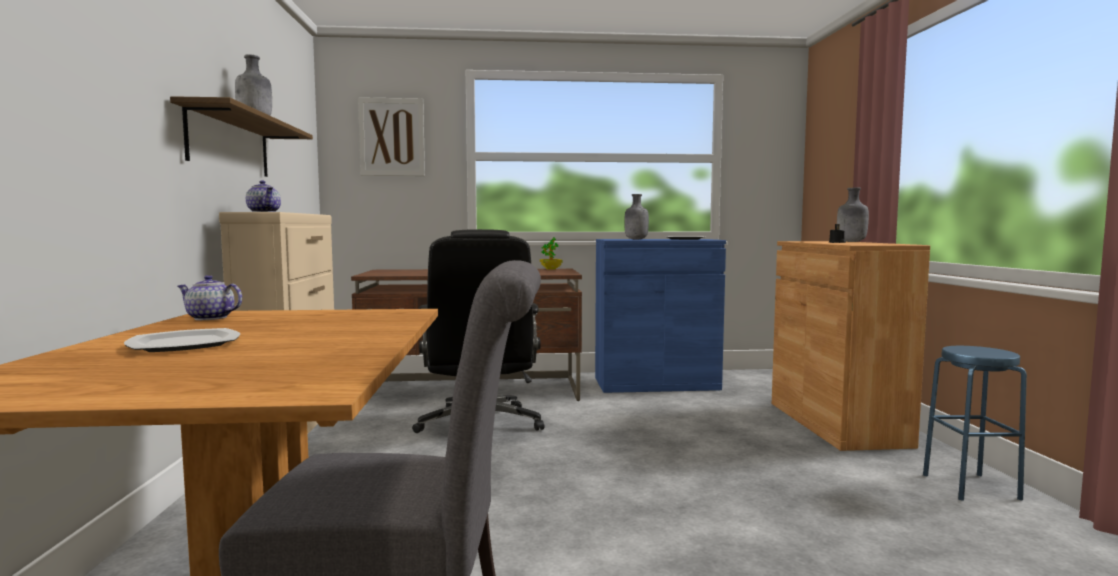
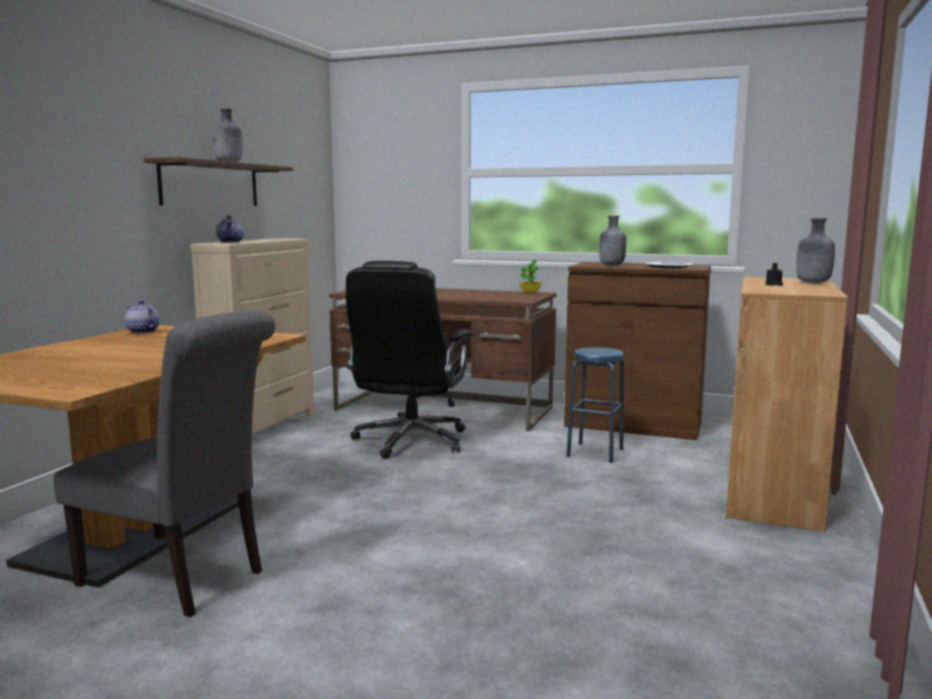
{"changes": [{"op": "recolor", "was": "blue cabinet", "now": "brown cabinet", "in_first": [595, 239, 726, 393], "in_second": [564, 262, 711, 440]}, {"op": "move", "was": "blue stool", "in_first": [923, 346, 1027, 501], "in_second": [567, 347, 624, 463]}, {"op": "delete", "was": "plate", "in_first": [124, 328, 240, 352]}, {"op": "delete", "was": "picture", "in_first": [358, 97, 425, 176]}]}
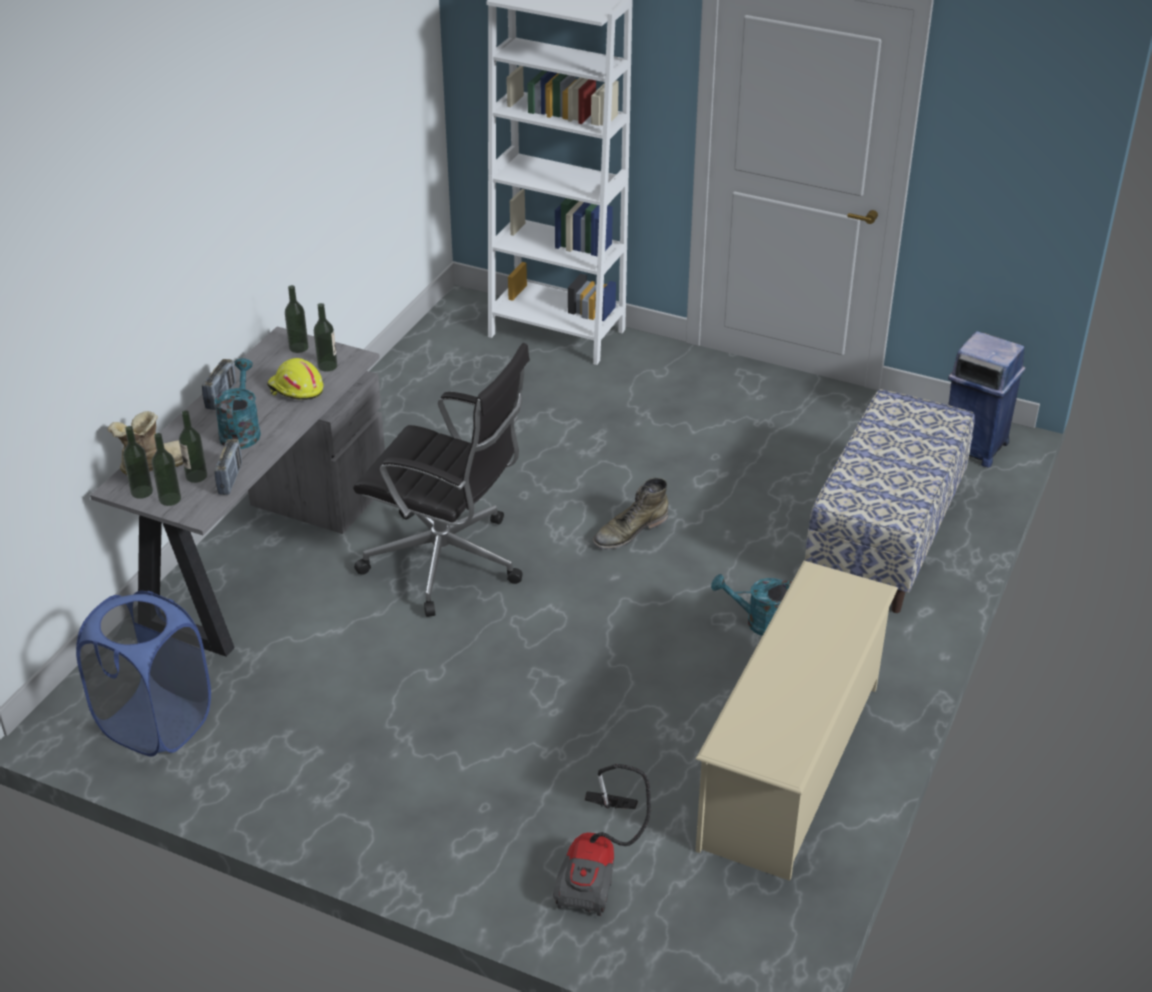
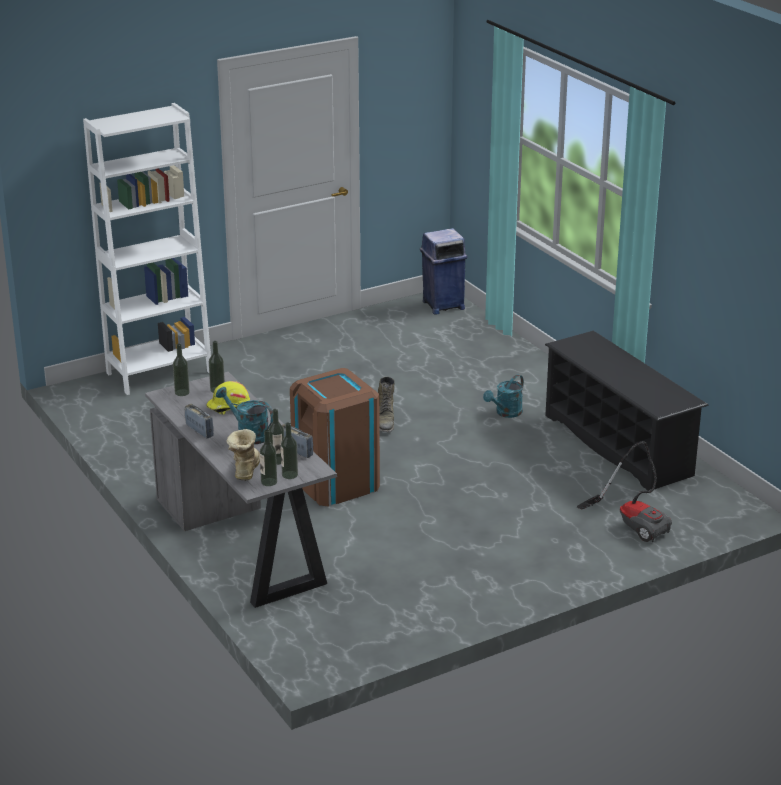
{"changes": [{"op": "replace", "was": "black office chair", "now": "brown trash can", "in_first": [353, 343, 530, 617], "in_second": [290, 368, 380, 507]}, {"op": "recolor", "was": "beige shoe rack", "now": "black shoe rack", "in_first": [695, 561, 898, 881], "in_second": [545, 331, 709, 492]}, {"op": "delete", "was": "blue laundry basket", "in_first": [76, 591, 211, 757]}, {"op": "delete", "was": "bench", "in_first": [805, 389, 975, 613]}]}
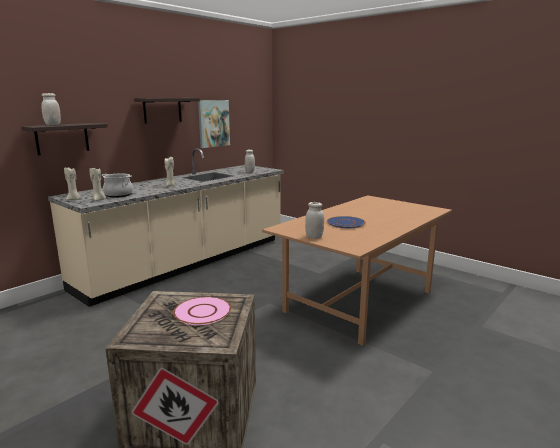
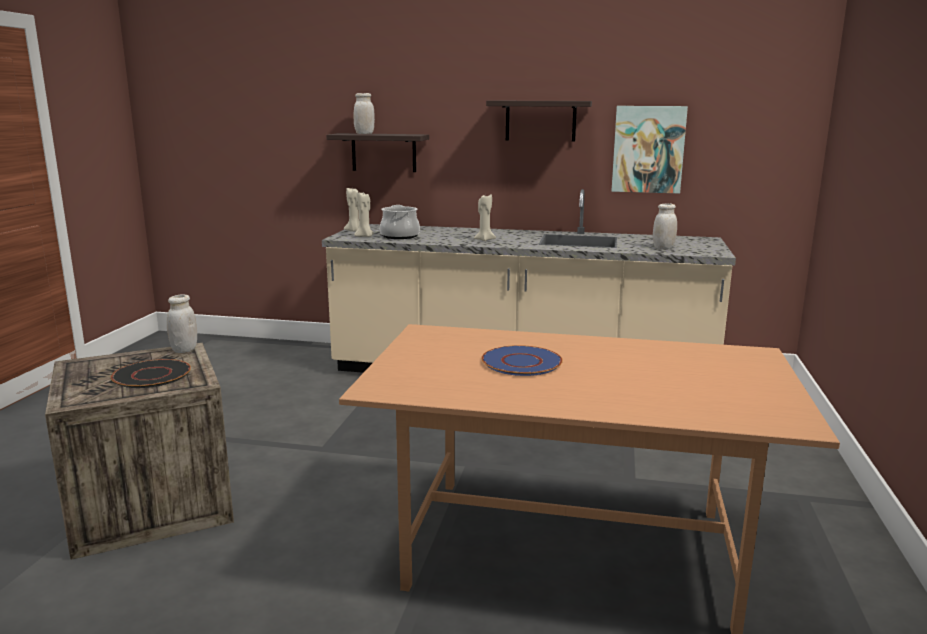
{"changes": [{"op": "recolor", "was": "pink plate", "now": "black plate", "in_first": [173, 297, 231, 325], "in_second": [111, 359, 191, 388]}, {"op": "move", "was": "white jar", "in_first": [305, 202, 324, 239], "in_second": [167, 294, 197, 353]}]}
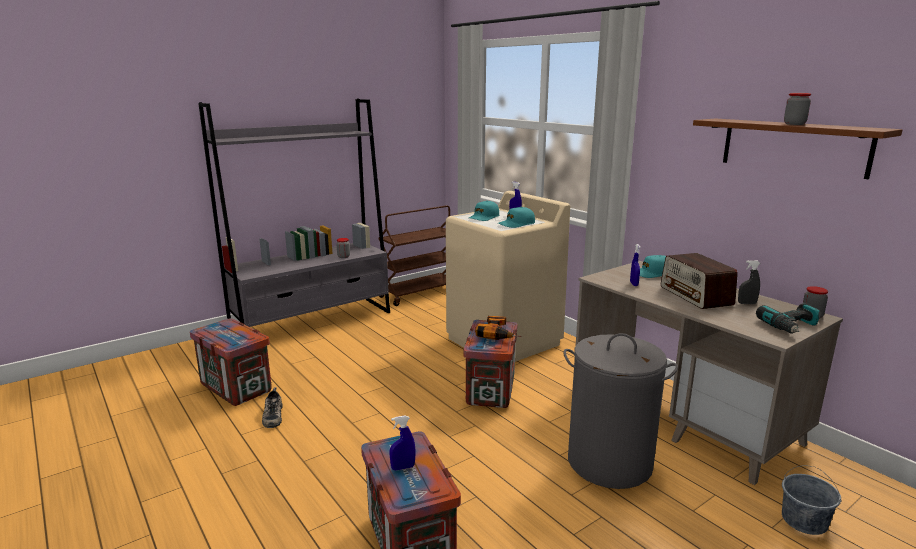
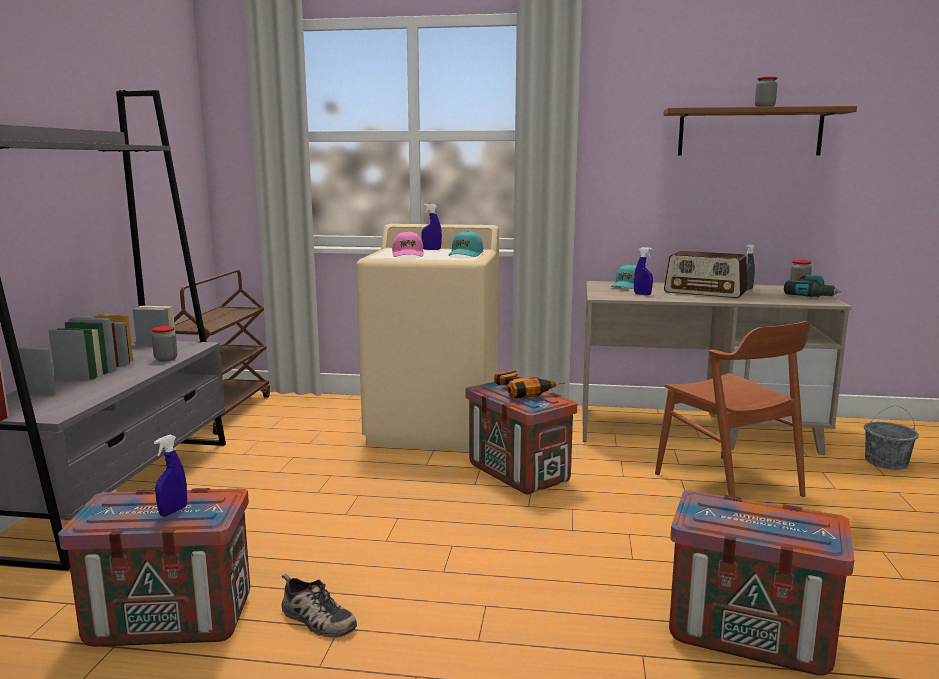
{"changes": [{"op": "move", "was": "blue spray bottle", "in_first": [389, 415, 416, 471], "in_second": [154, 435, 187, 517]}, {"op": "recolor", "was": "turquoise cap", "now": "pink cap", "in_first": [469, 201, 499, 221], "in_second": [392, 231, 424, 257]}, {"op": "replace", "was": "grey laundry basket", "now": "brown chair", "in_first": [563, 333, 678, 489], "in_second": [655, 321, 810, 497]}]}
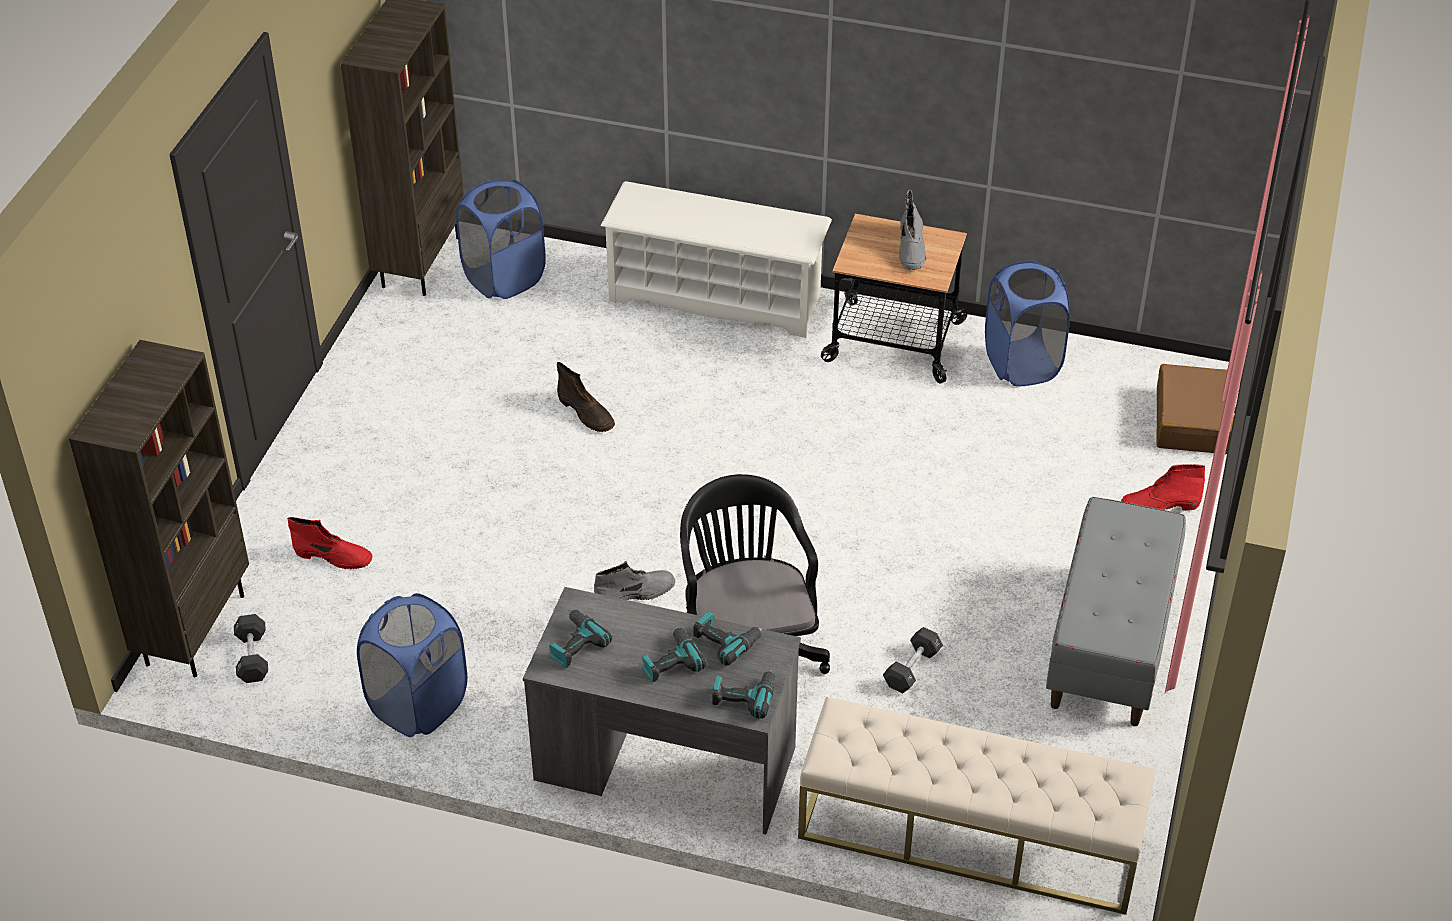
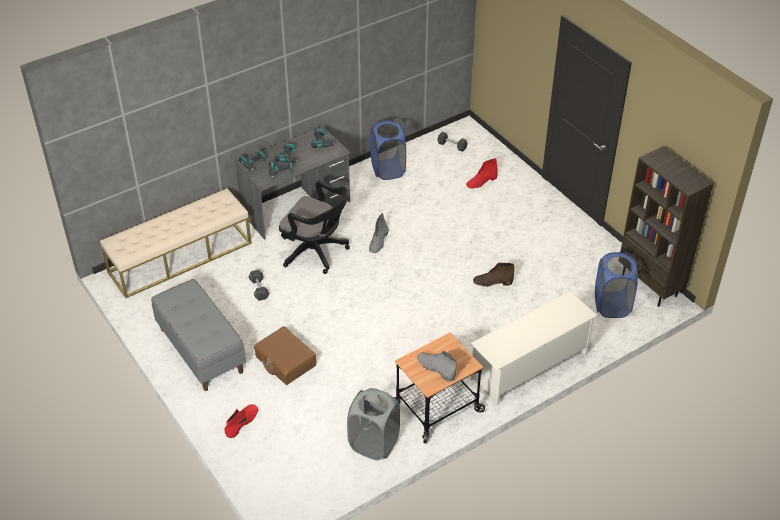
{"changes": [{"op": "move", "was": "brown suitcase", "in_first": [1156, 364, 1236, 455], "in_second": [254, 326, 316, 385]}, {"op": "recolor", "was": "blue laundry basket", "now": "grey laundry basket", "in_first": [985, 261, 1070, 387], "in_second": [347, 388, 400, 460]}, {"op": "delete", "was": "brown bookcase", "in_first": [69, 340, 249, 677]}]}
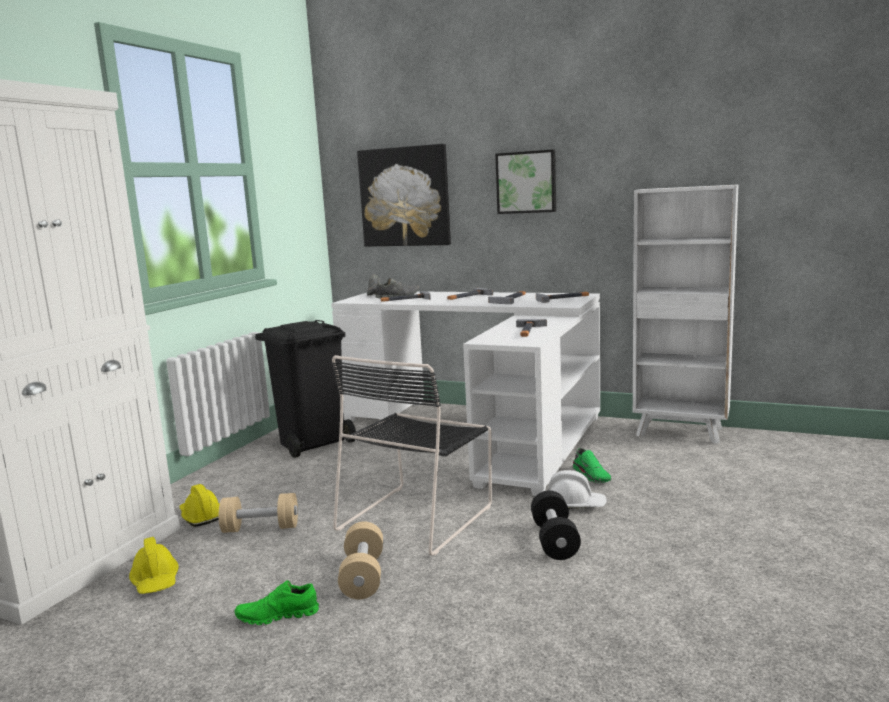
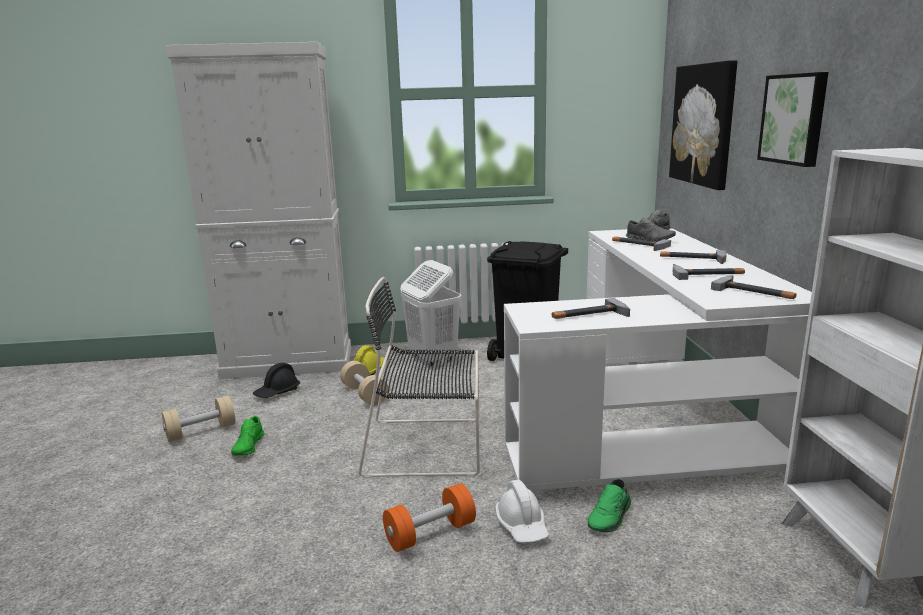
{"changes": [{"op": "move", "was": "beige dumbbell", "in_first": [338, 521, 383, 599], "in_second": [162, 396, 235, 442]}, {"op": "rotate", "was": "green shoe", "in_first": [234, 580, 319, 625], "in_second": [231, 416, 265, 455], "clockwise": -135}, {"op": "recolor", "was": "yellow hard hat", "now": "black hard hat", "in_first": [129, 537, 179, 594], "in_second": [253, 363, 300, 398]}, {"op": "recolor", "was": "black dumbbell", "now": "orange dumbbell", "in_first": [531, 491, 581, 560], "in_second": [383, 483, 476, 552]}, {"op": "insert", "now": "white laundry basket", "in_second": [400, 260, 461, 367]}]}
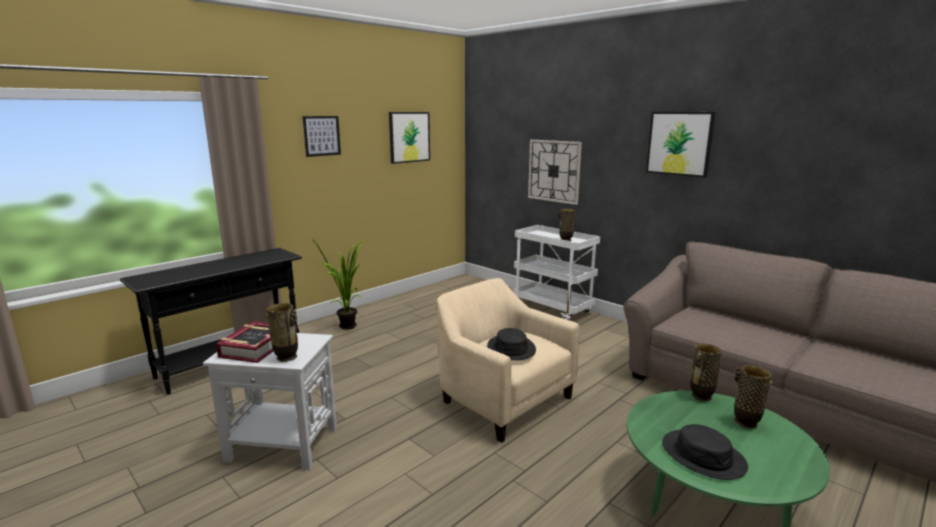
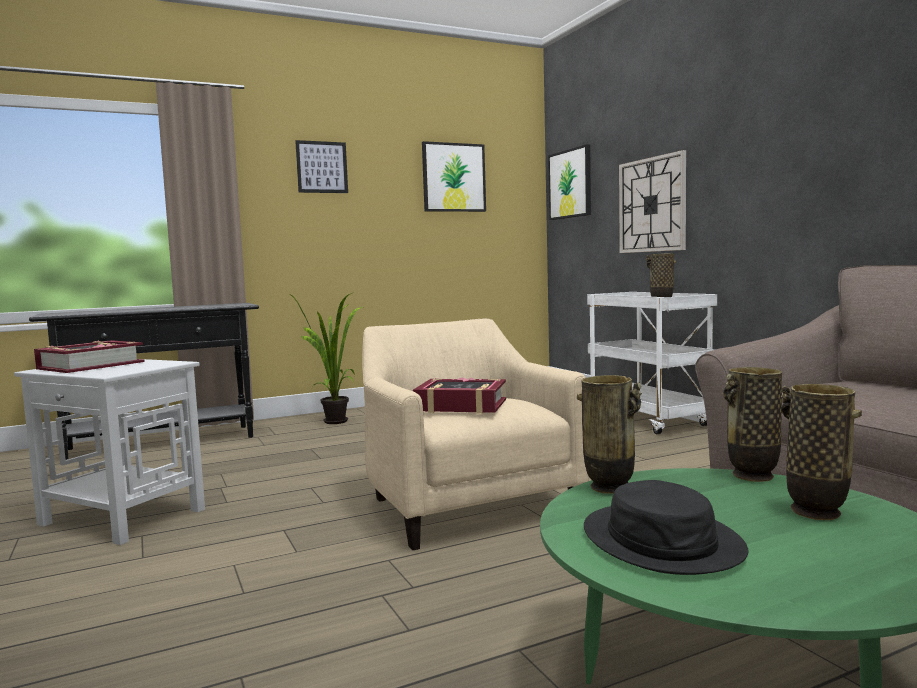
{"changes": [{"op": "replace", "was": "black hat", "now": "book", "in_first": [487, 328, 536, 360], "in_second": [413, 377, 506, 414]}, {"op": "move", "was": "picture", "in_first": [646, 112, 715, 178], "in_second": [548, 144, 591, 220]}, {"op": "move", "was": "vase", "in_first": [266, 303, 298, 362], "in_second": [577, 375, 642, 494]}]}
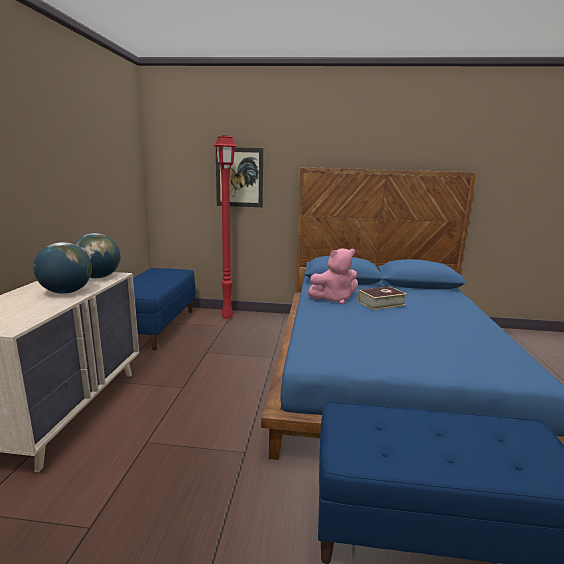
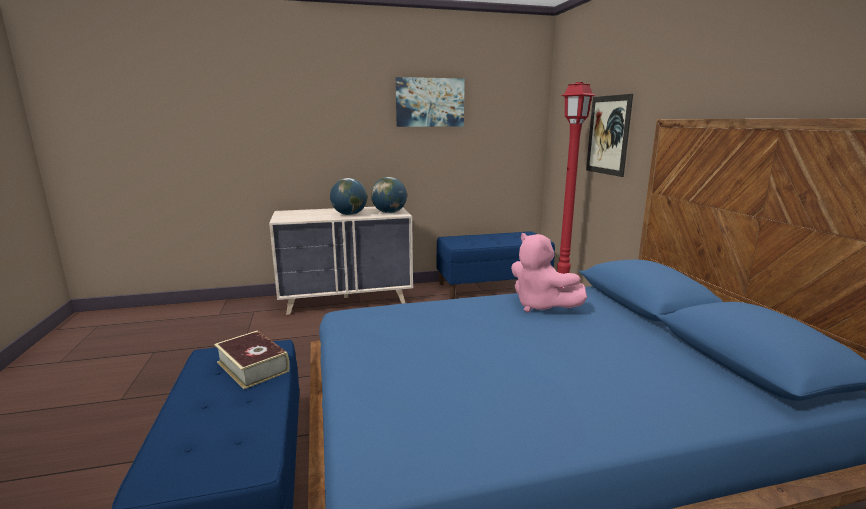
{"changes": [{"op": "move", "was": "book", "in_first": [358, 286, 407, 310], "in_second": [214, 330, 290, 389]}, {"op": "insert", "now": "picture", "in_second": [395, 77, 465, 127]}]}
